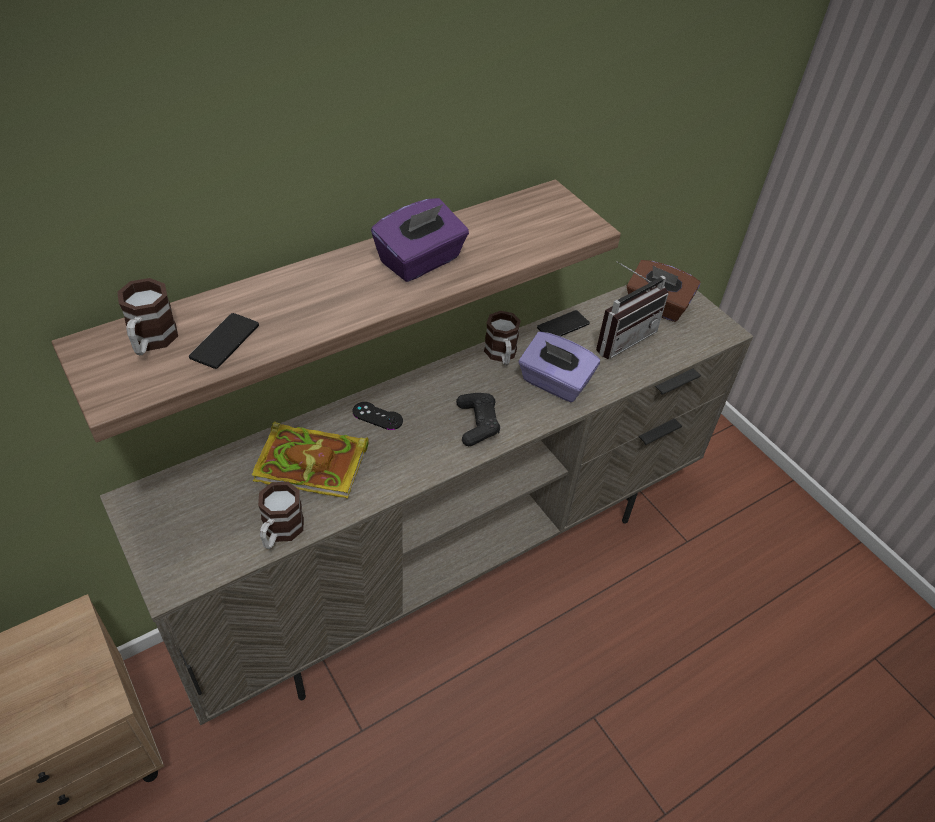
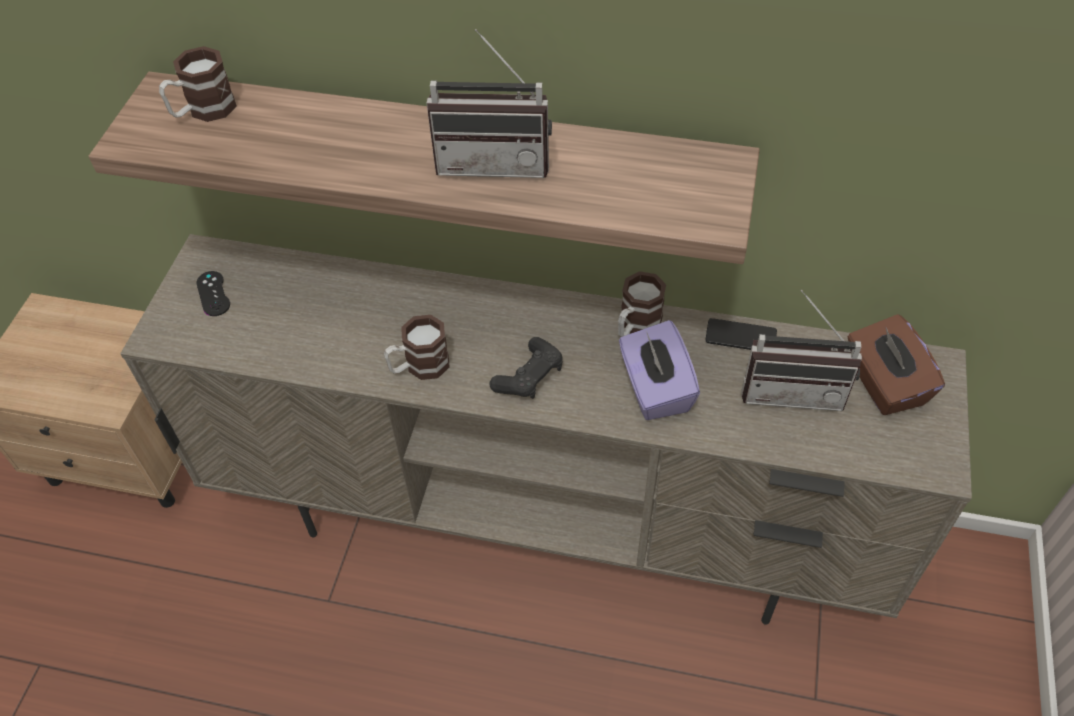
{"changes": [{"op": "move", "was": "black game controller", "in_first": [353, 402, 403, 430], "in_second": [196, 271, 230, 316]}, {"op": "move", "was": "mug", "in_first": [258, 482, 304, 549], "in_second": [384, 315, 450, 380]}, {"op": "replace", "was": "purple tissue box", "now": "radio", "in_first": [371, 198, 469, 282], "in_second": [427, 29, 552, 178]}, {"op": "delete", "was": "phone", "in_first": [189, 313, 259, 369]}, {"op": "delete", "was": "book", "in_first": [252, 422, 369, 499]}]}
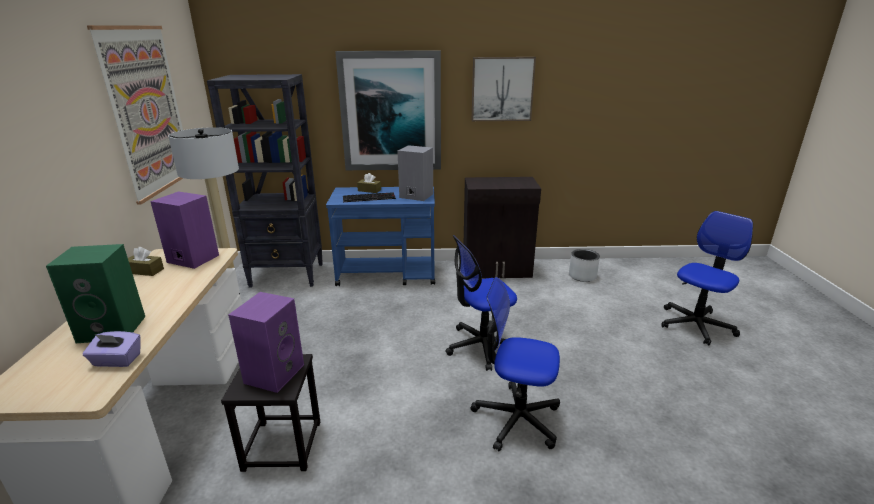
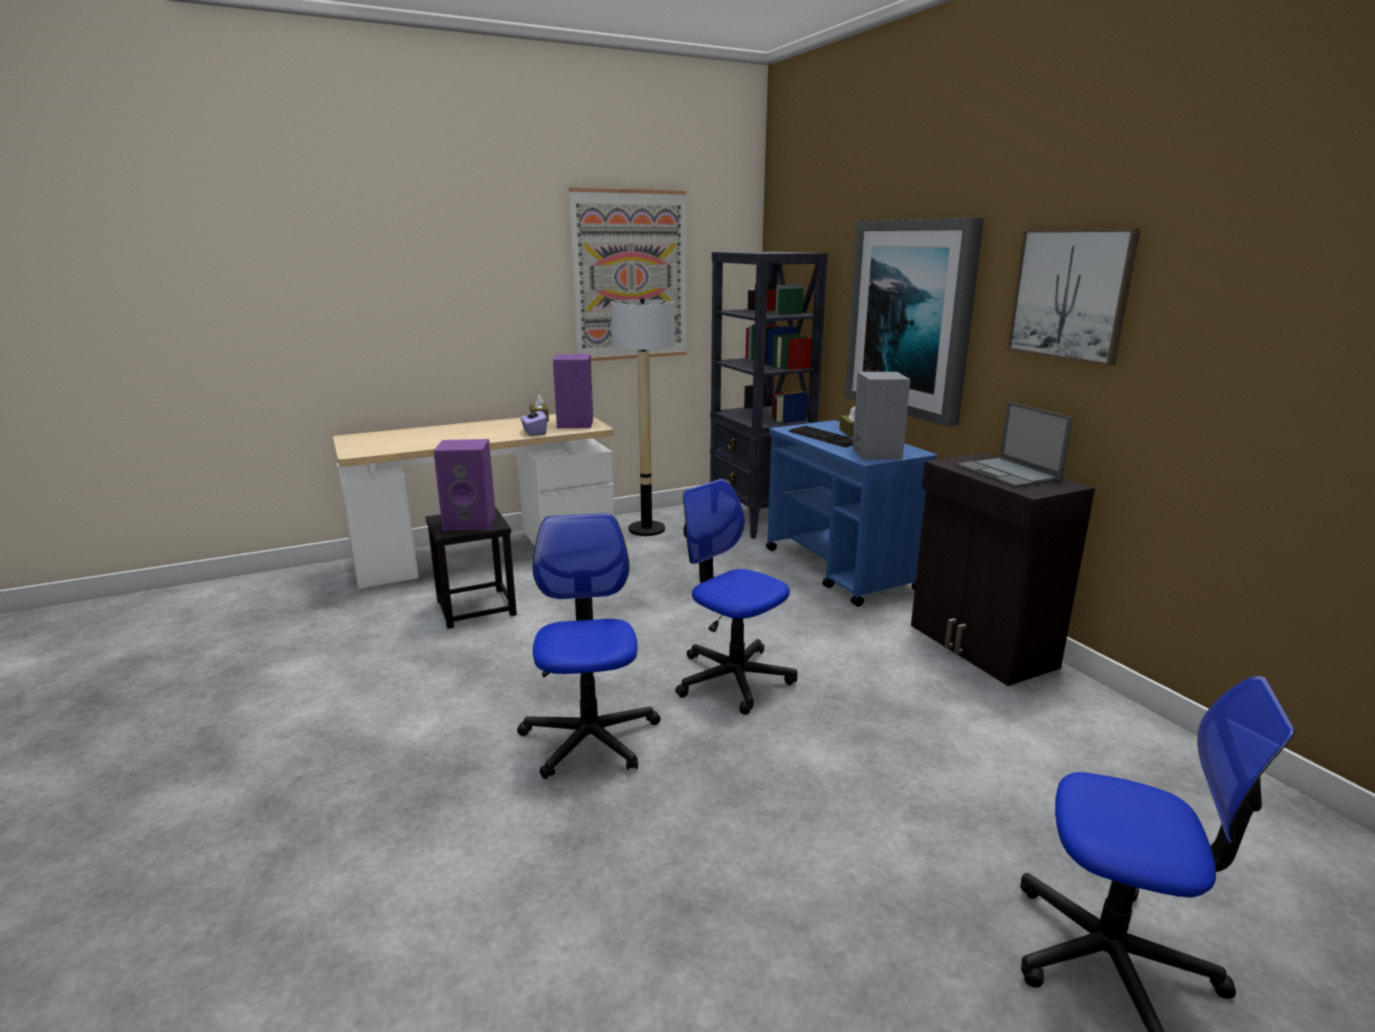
{"changes": [{"op": "move", "was": "purple tissue box", "in_first": [82, 331, 141, 367], "in_second": [520, 408, 547, 436]}, {"op": "insert", "now": "laptop", "in_second": [956, 401, 1073, 488]}, {"op": "delete", "was": "green speaker", "in_first": [46, 244, 145, 343]}, {"op": "delete", "was": "grey planter", "in_first": [569, 249, 600, 282]}]}
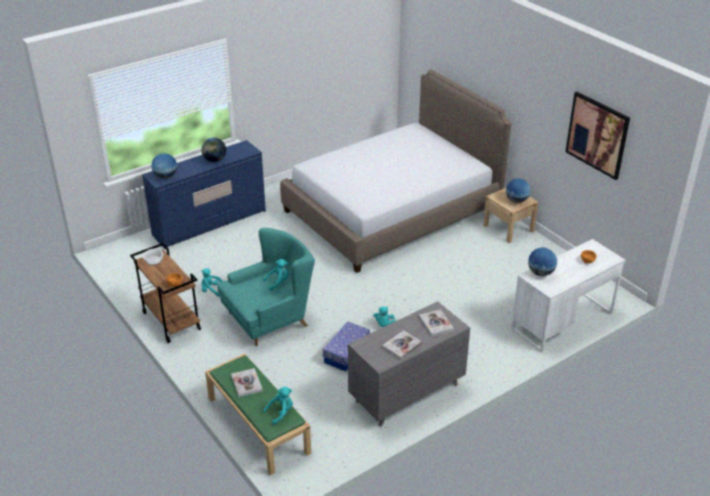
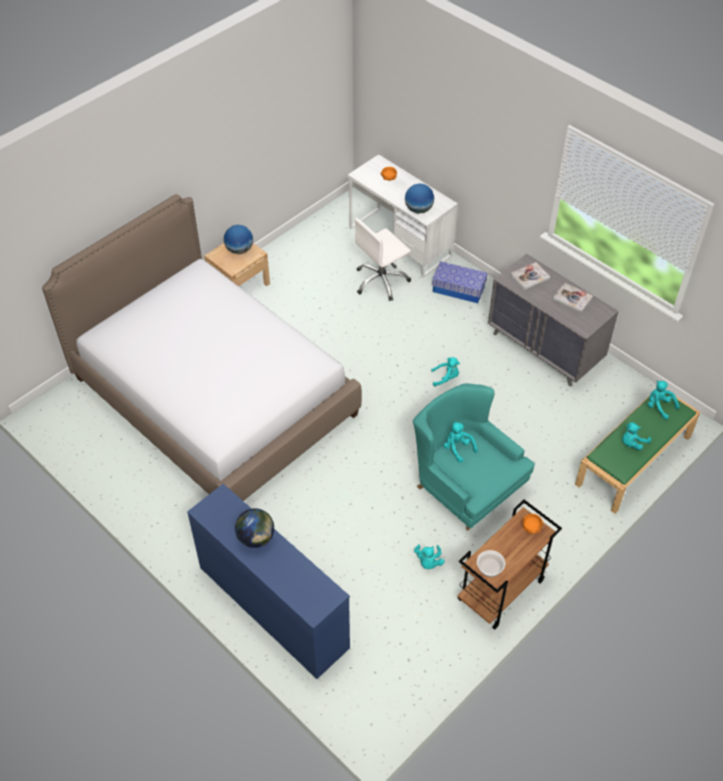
{"changes": [{"op": "insert", "now": "white office chair", "in_second": [355, 218, 411, 301]}, {"op": "move", "was": "storage box", "in_first": [323, 321, 370, 371], "in_second": [432, 261, 488, 303]}, {"op": "replace", "was": "book", "now": "turquoise plush toy", "in_first": [231, 368, 263, 397], "in_second": [622, 422, 651, 450]}, {"op": "delete", "was": "globe", "in_first": [151, 153, 177, 179]}, {"op": "delete", "was": "picture", "in_first": [565, 92, 630, 180]}]}
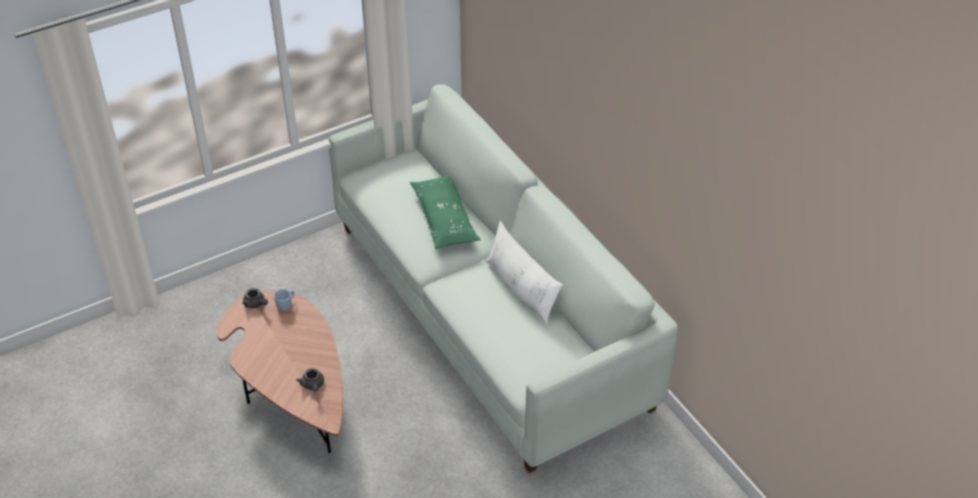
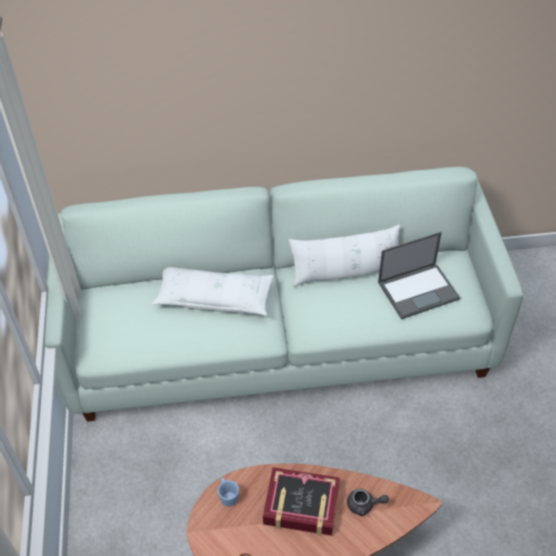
{"changes": [{"op": "recolor", "was": "green pillow", "now": "white pillow", "in_first": [410, 176, 481, 249], "in_second": [152, 267, 273, 316]}, {"op": "insert", "now": "book", "in_second": [263, 467, 340, 536]}, {"op": "insert", "now": "laptop", "in_second": [378, 232, 460, 319]}, {"op": "delete", "was": "grey teapot", "in_first": [242, 288, 268, 308]}]}
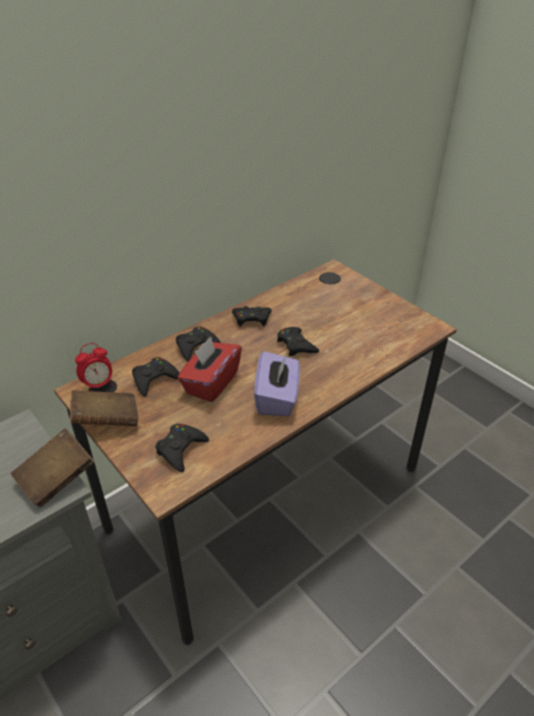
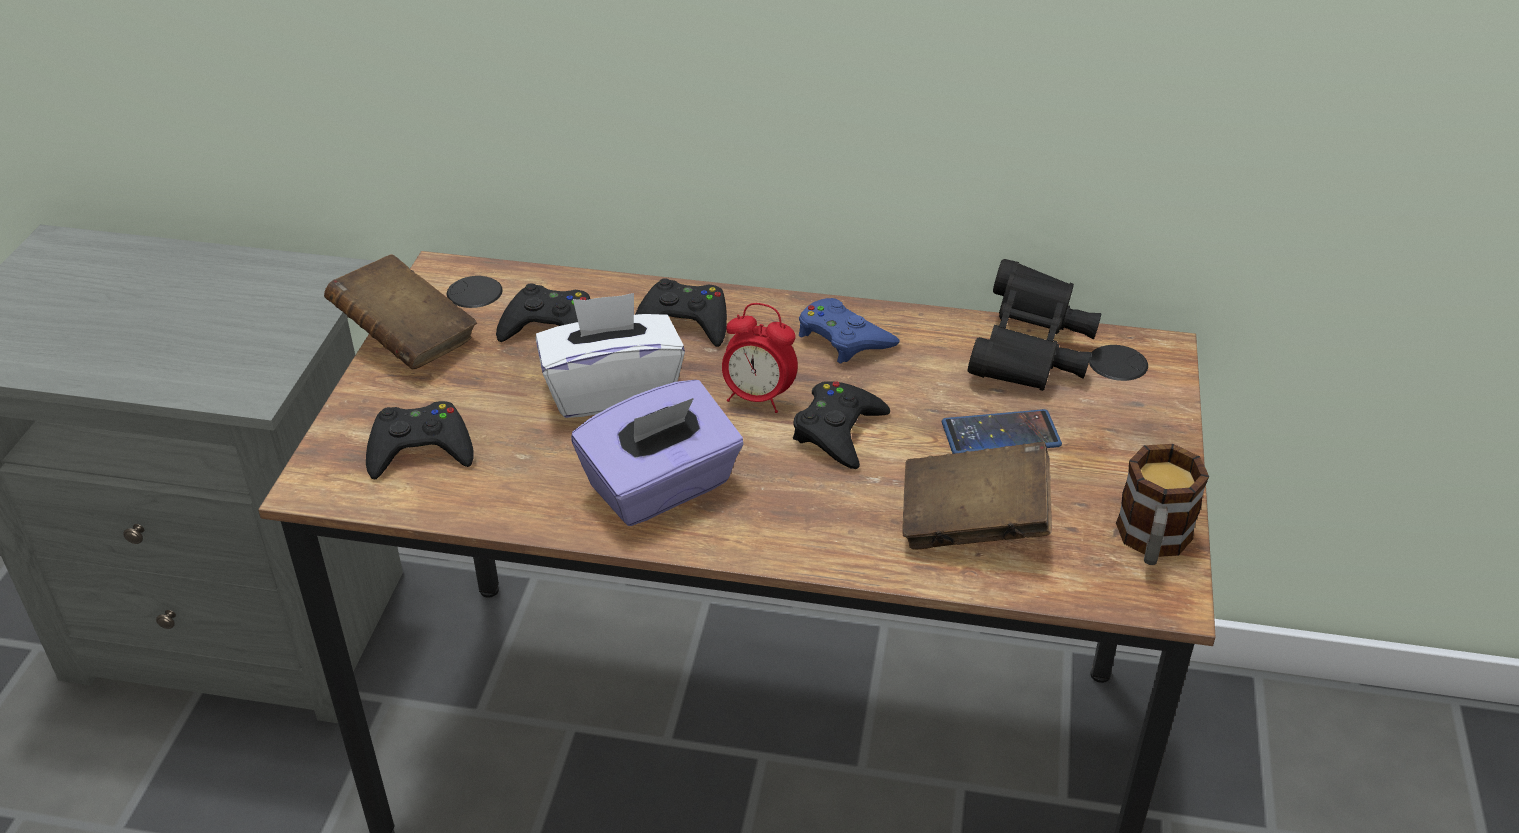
{"changes": [{"op": "recolor", "was": "red tissue box", "now": "white tissue box", "in_first": [178, 336, 242, 402], "in_second": [535, 293, 685, 418]}, {"op": "move", "was": "alarm clock", "in_first": [75, 343, 113, 392], "in_second": [722, 303, 798, 413]}, {"op": "recolor", "was": "black game controller", "now": "blue game controller", "in_first": [232, 306, 272, 327], "in_second": [799, 298, 900, 363]}, {"op": "move", "was": "brown book", "in_first": [11, 428, 94, 507], "in_second": [902, 442, 1052, 550]}, {"op": "insert", "now": "phone", "in_second": [942, 409, 1062, 454]}, {"op": "insert", "now": "black binoculars", "in_second": [968, 259, 1101, 391]}, {"op": "insert", "now": "mug", "in_second": [1116, 444, 1209, 565]}]}
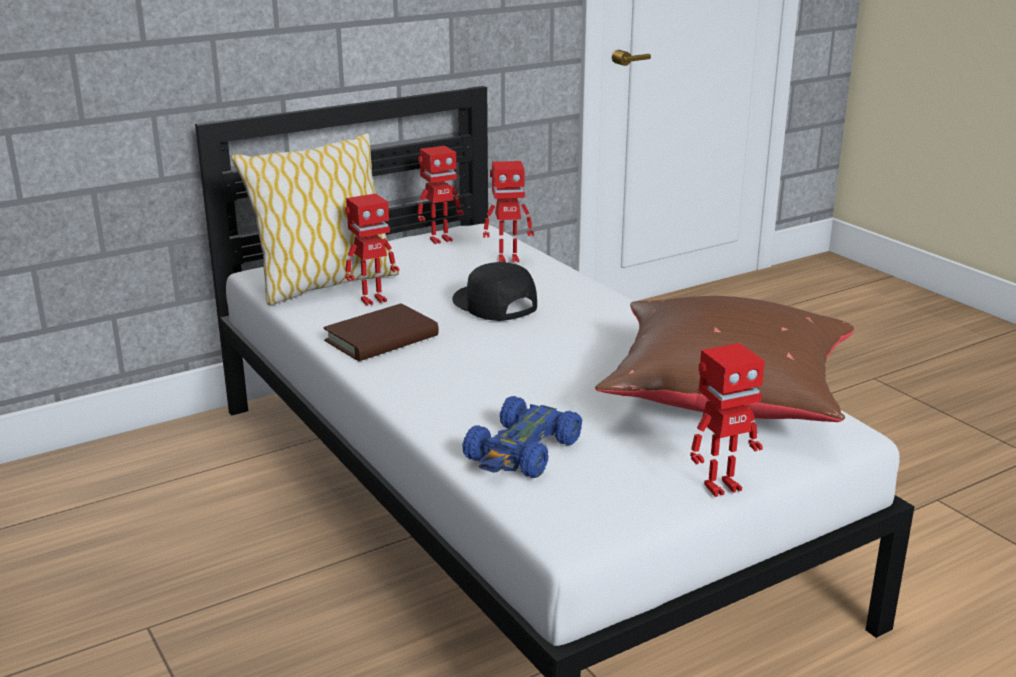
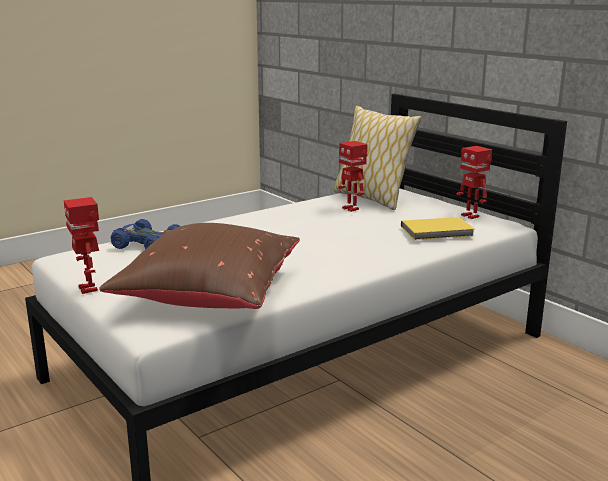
{"changes": [{"op": "replace", "was": "toy robot", "now": "yellow book", "in_first": [483, 161, 534, 263], "in_second": [401, 217, 474, 240]}, {"op": "delete", "was": "brown book", "in_first": [323, 304, 439, 361]}, {"op": "delete", "was": "black cap", "in_first": [452, 262, 537, 321]}]}
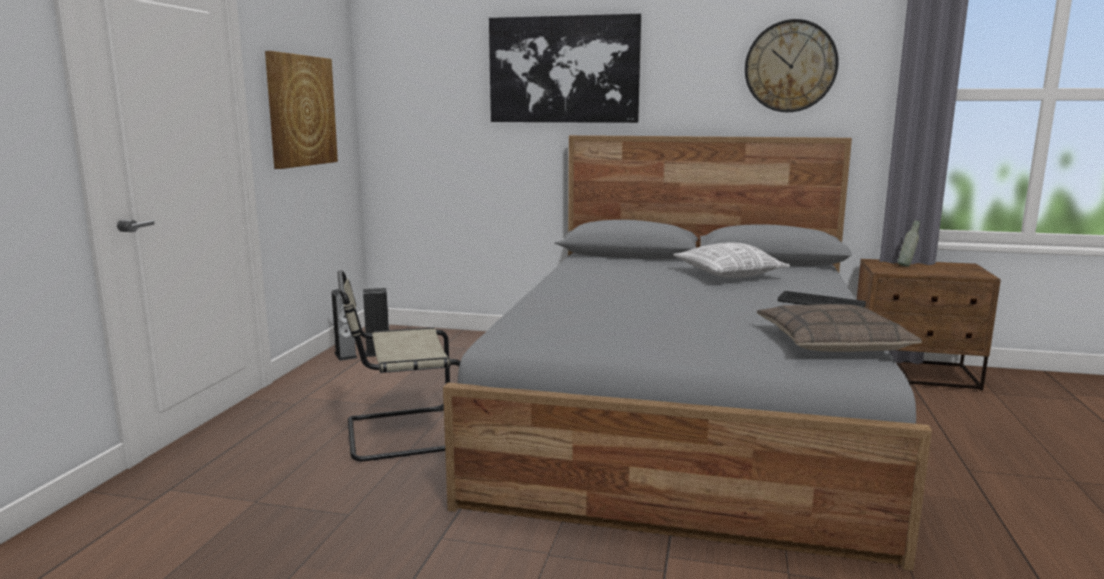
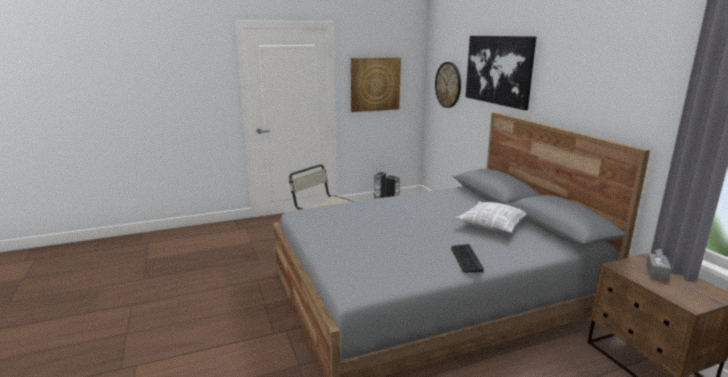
{"changes": [{"op": "move", "was": "wall clock", "in_first": [745, 19, 839, 112], "in_second": [435, 62, 461, 108]}, {"op": "replace", "was": "grey bottle", "now": "grey tissue box", "in_first": [898, 221, 920, 267], "in_second": [646, 249, 671, 281]}, {"op": "delete", "was": "pillow", "in_first": [757, 304, 922, 352]}]}
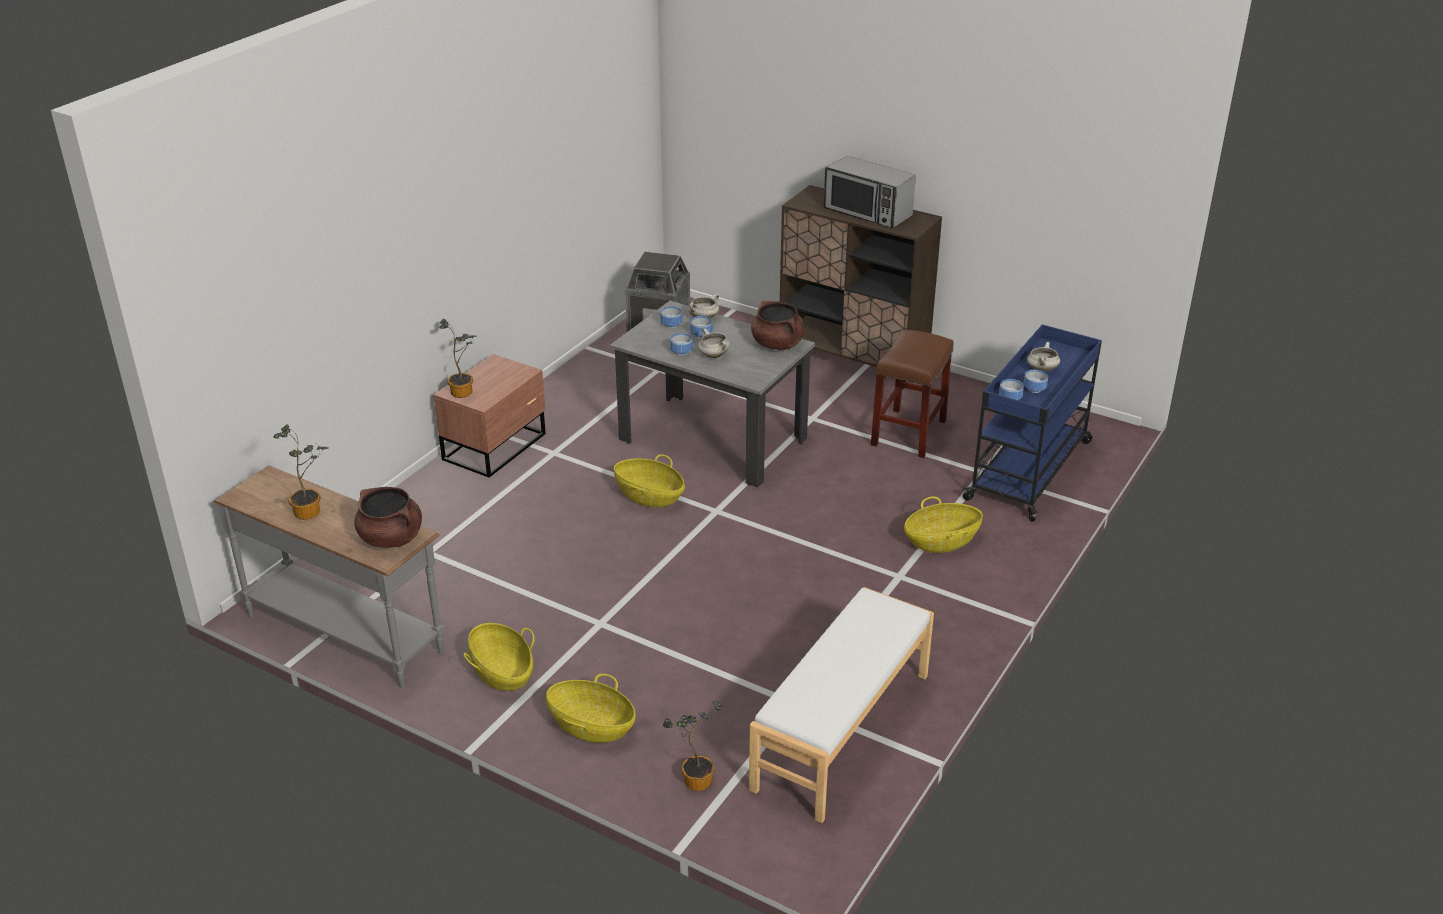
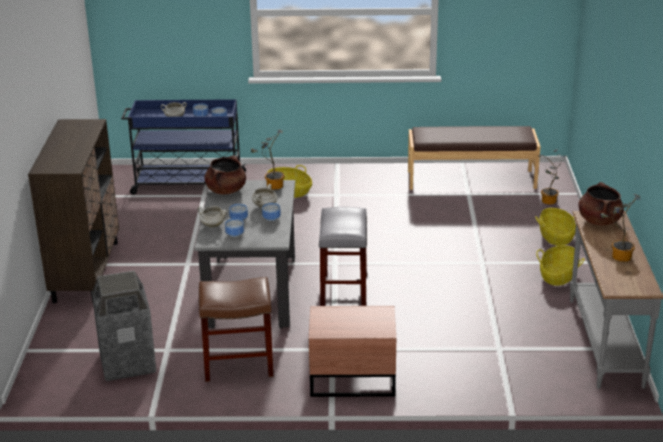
{"changes": [{"op": "move", "was": "brown stool", "in_first": [871, 329, 953, 458], "in_second": [199, 277, 273, 382]}, {"op": "move", "was": "potted plant", "in_first": [439, 319, 477, 398], "in_second": [251, 129, 285, 190]}, {"op": "replace", "was": "basket", "now": "grey stool", "in_first": [614, 454, 685, 508], "in_second": [319, 207, 367, 306]}, {"op": "recolor", "was": "white bench", "now": "brown bench", "in_first": [749, 587, 934, 823], "in_second": [408, 126, 541, 190]}, {"op": "delete", "was": "microwave", "in_first": [824, 156, 916, 228]}]}
